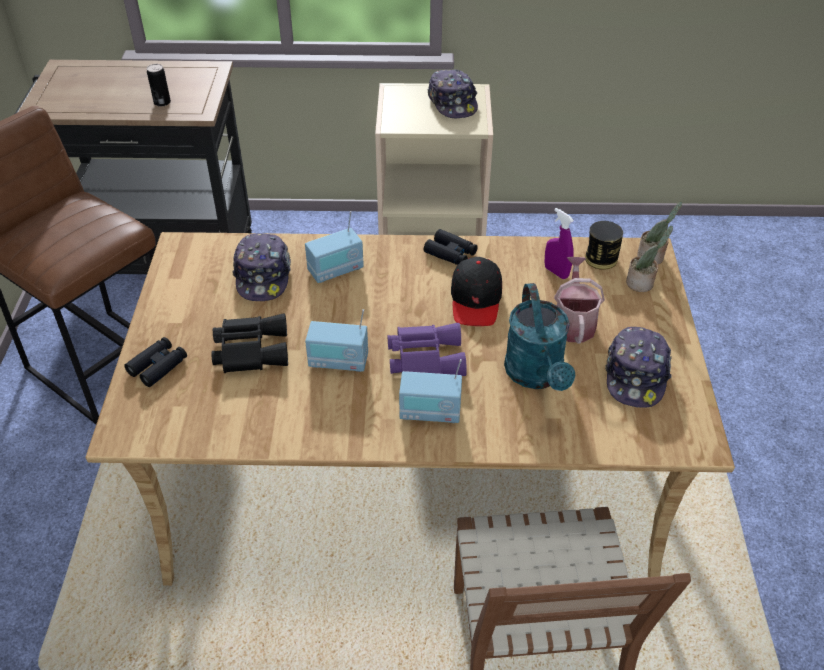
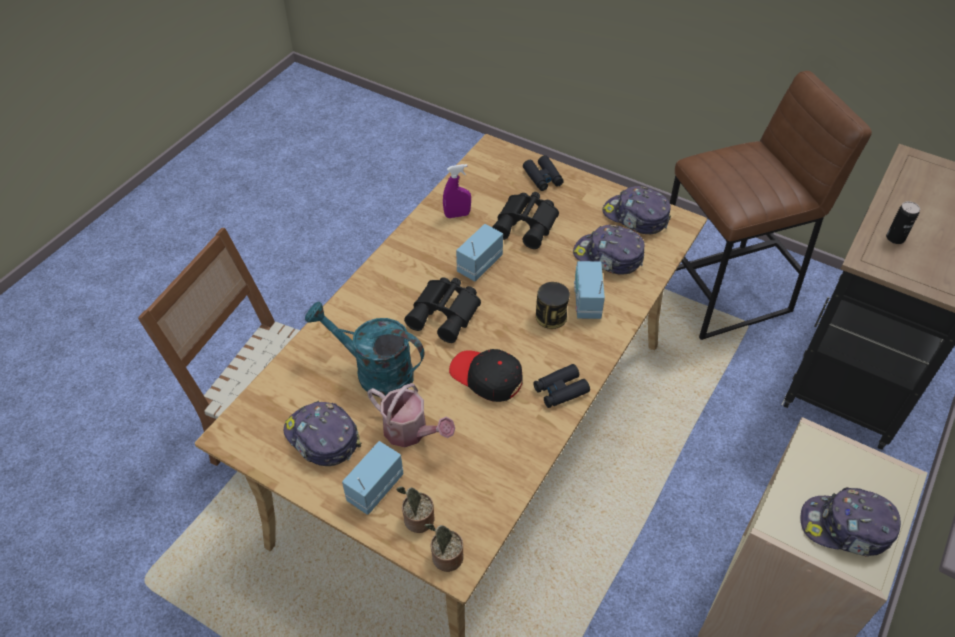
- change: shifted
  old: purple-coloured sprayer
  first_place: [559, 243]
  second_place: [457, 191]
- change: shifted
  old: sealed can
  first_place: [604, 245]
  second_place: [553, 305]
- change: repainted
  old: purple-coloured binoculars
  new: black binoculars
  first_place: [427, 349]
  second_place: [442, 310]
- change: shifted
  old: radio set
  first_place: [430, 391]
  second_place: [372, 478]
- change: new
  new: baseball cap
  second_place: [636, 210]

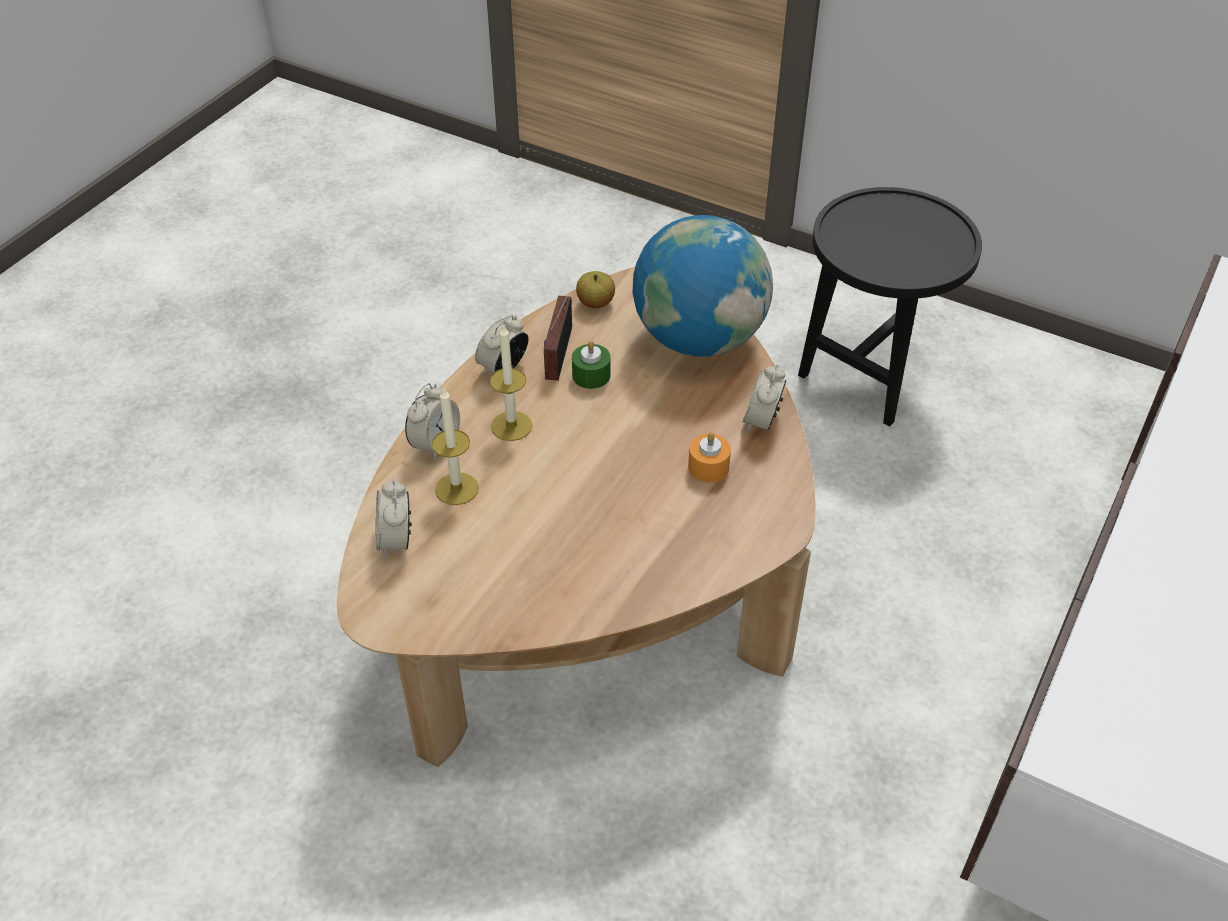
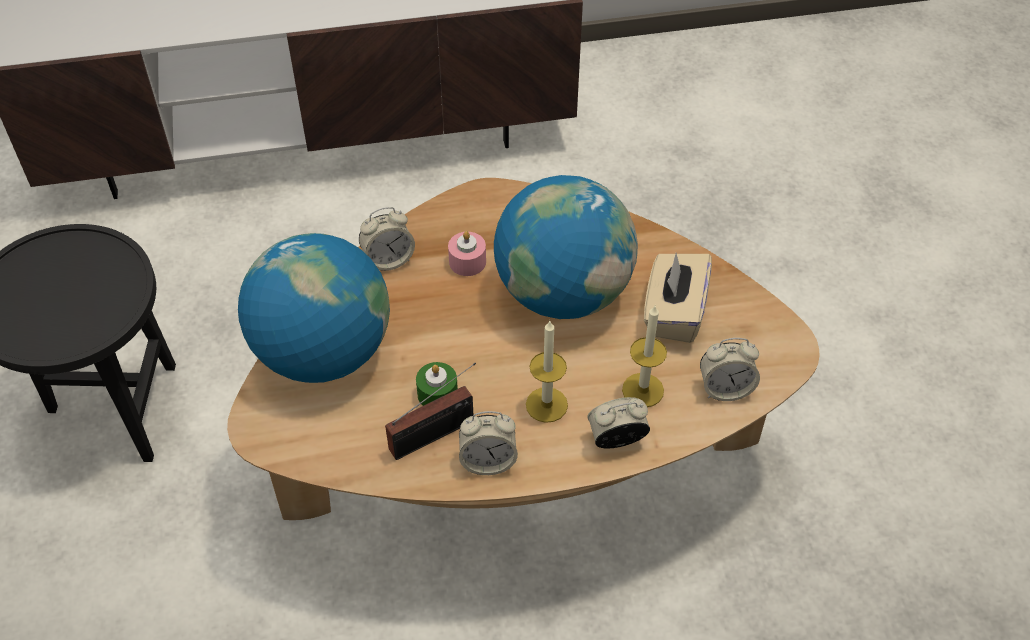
- change: gone
  old: apple
  first_place: [595, 289]
- change: repainted
  old: orangey wax light
  new: pink-coloured wax light
  first_place: [709, 457]
  second_place: [467, 253]
- change: rotated
  old: bedside clock
  first_place: [394, 518]
  second_place: [730, 369]
  degrees: 45
- change: new
  new: globe
  second_place: [566, 247]
- change: new
  new: sand-coloured box of tissues
  second_place: [678, 298]

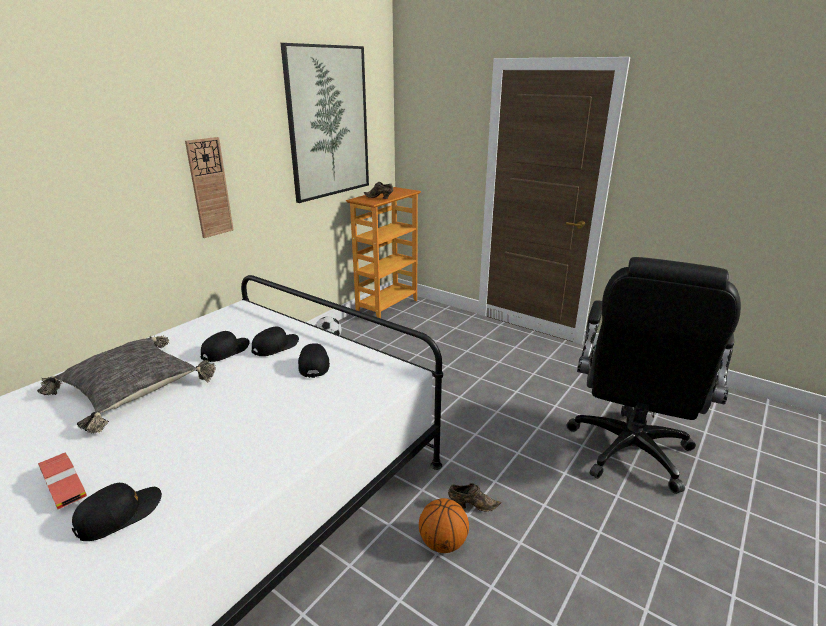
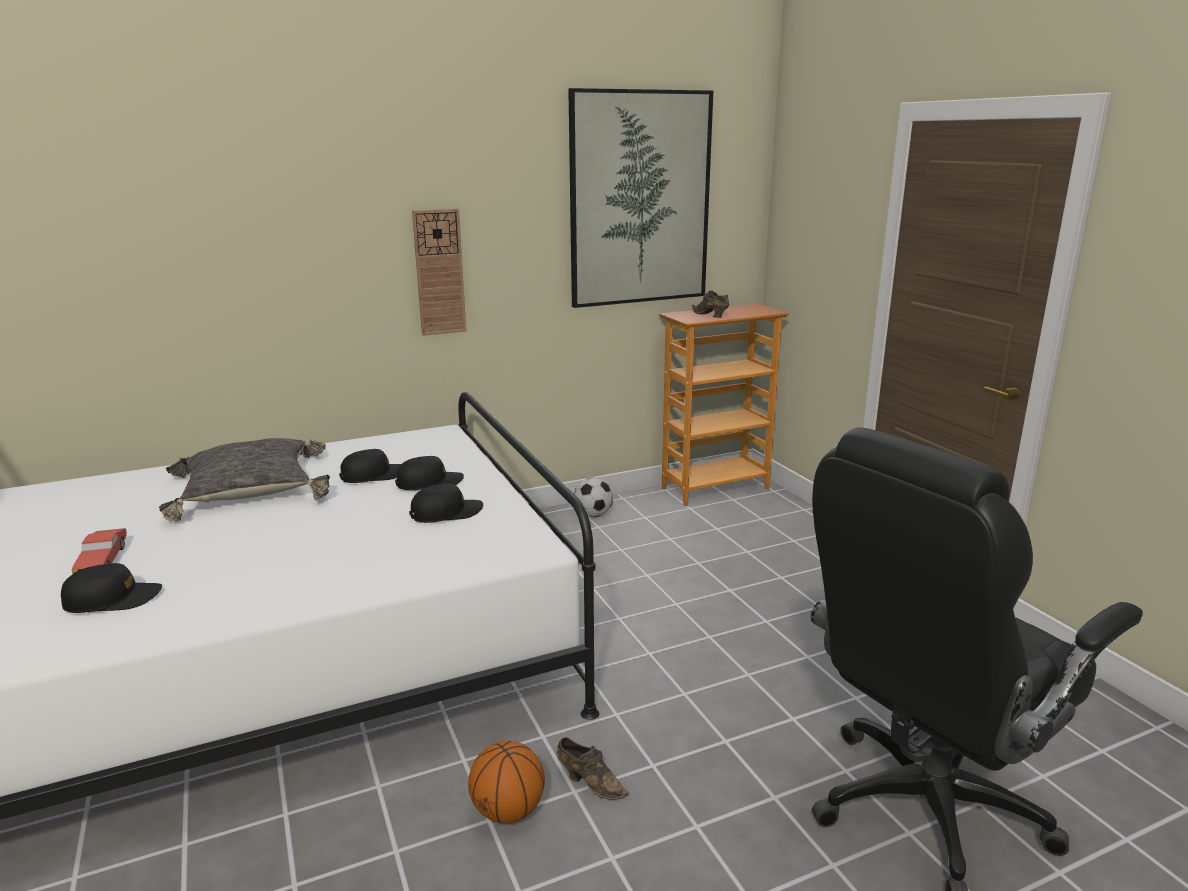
- change: rotated
  old: black baseball cap
  first_place: [314, 360]
  second_place: [446, 503]
  degrees: 45

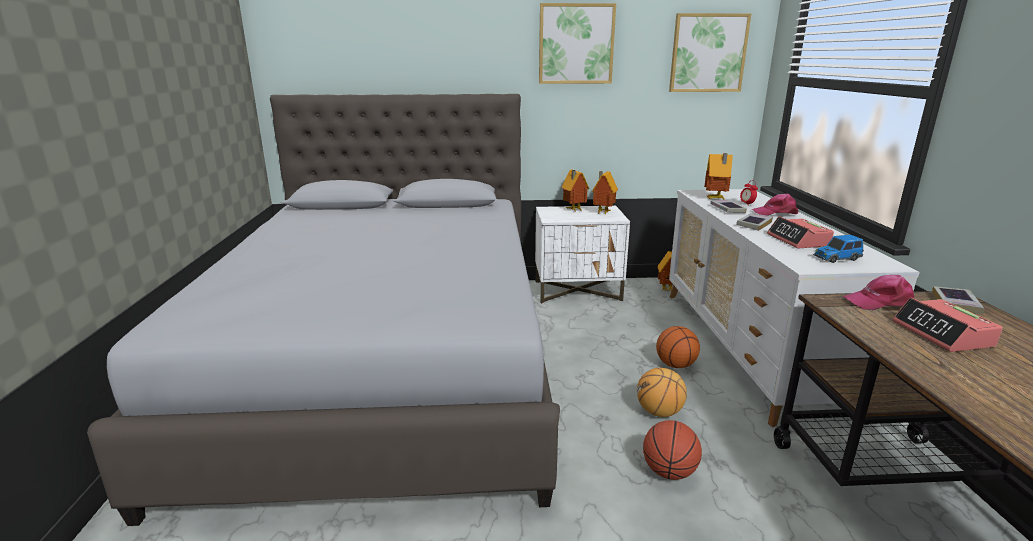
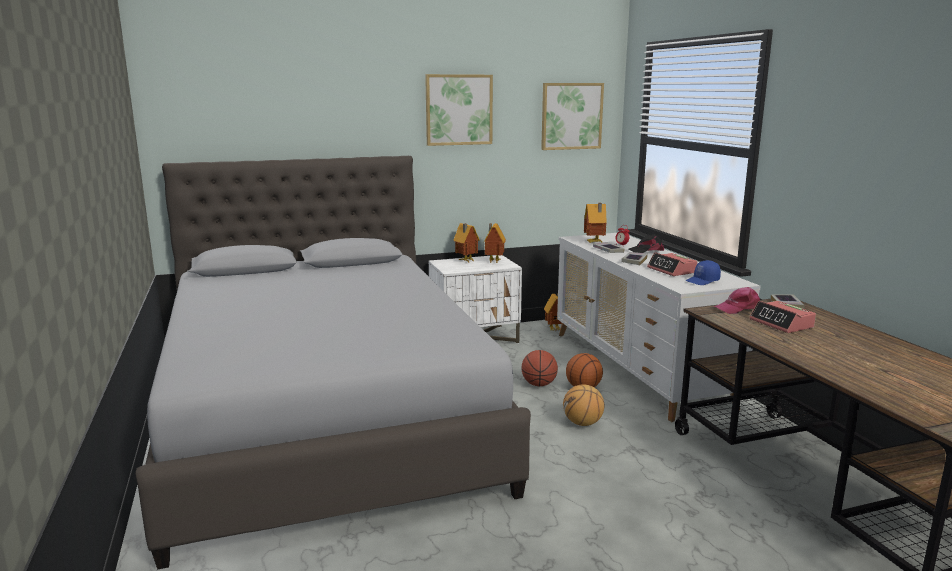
- change: repainted
  old: pink-coloured baseball cap
  new: black baseball cap
  first_place: [775, 204]
  second_place: [646, 243]
- change: swapped
  old: model car
  new: bluish baseball cap
  first_place: [838, 249]
  second_place: [703, 272]
- change: shifted
  old: basketball
  first_place: [672, 450]
  second_place: [539, 368]

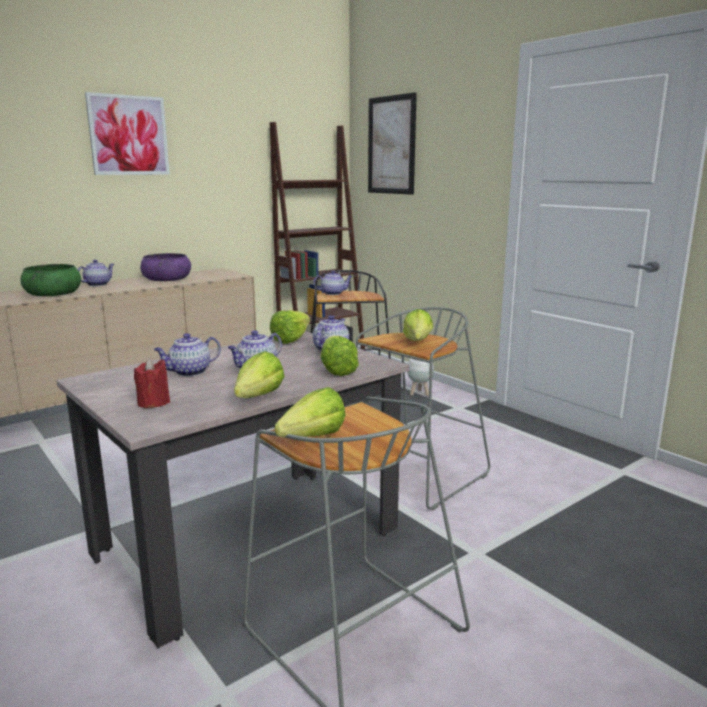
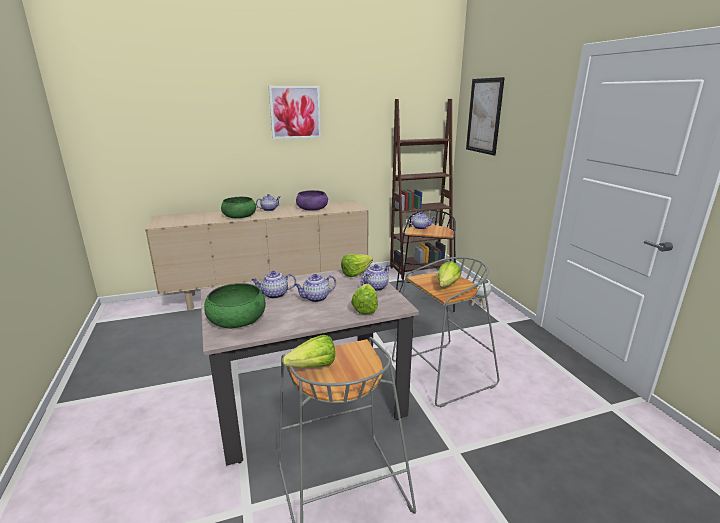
- change: gone
  old: lettuce
  first_place: [259, 374]
- change: swapped
  old: red wax light
  new: green deep dish
  first_place: [152, 383]
  second_place: [235, 306]

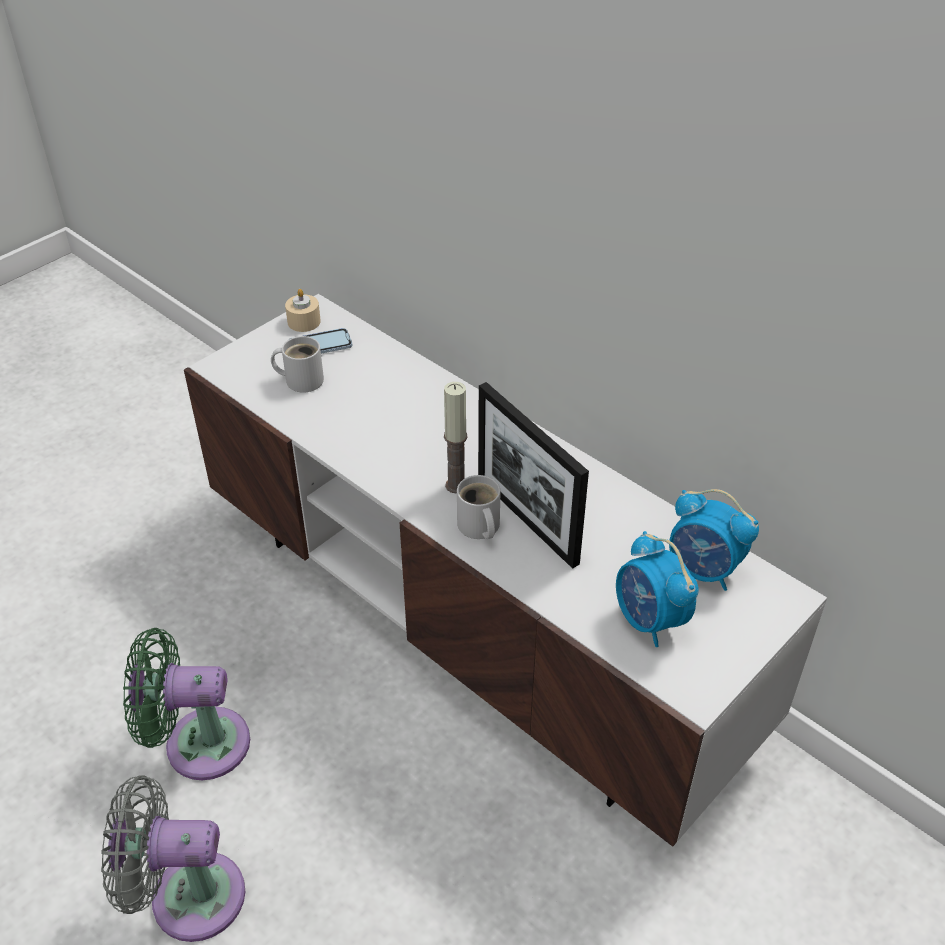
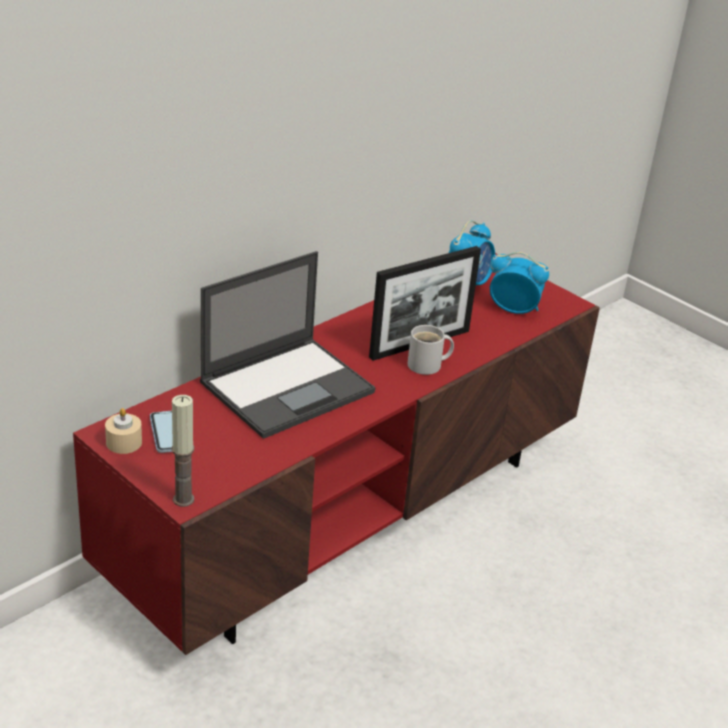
- change: repainted
  old: white-coloured media console
  new: red media console
  first_place: [505, 570]
  second_place: [336, 454]
- change: gone
  old: white-coloured coffee mug
  first_place: [297, 364]
- change: shifted
  old: wax light
  first_place: [455, 437]
  second_place: [182, 451]
- change: rotated
  old: bedside clock
  first_place: [657, 589]
  second_place: [519, 283]
  degrees: -135
- change: gone
  old: green electric fan
  first_place: [186, 704]
- change: gone
  old: grey electric fan
  first_place: [173, 858]
- change: new
  new: notebook computer
  second_place: [288, 345]

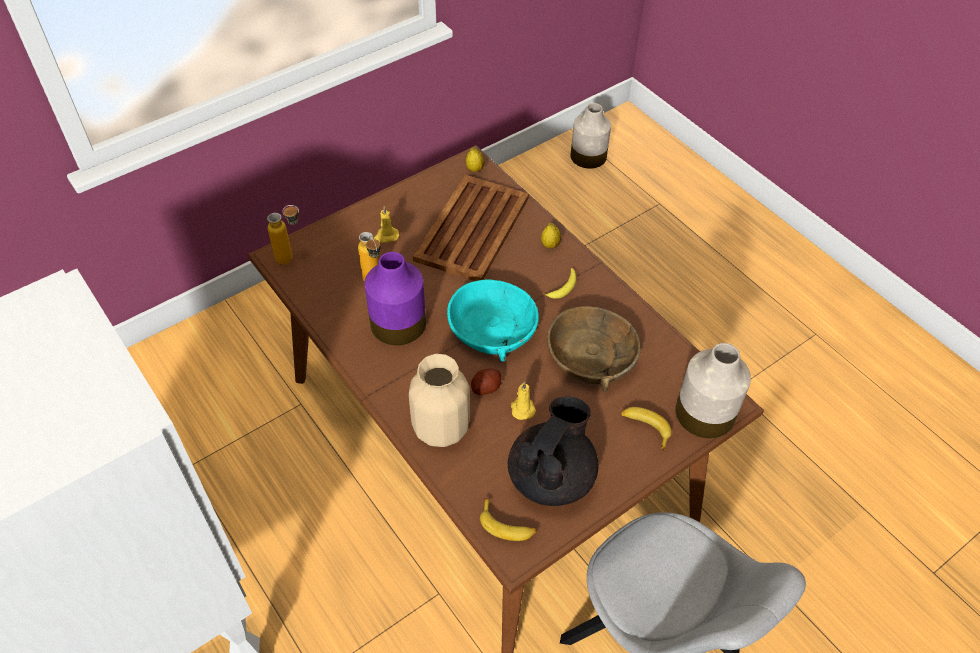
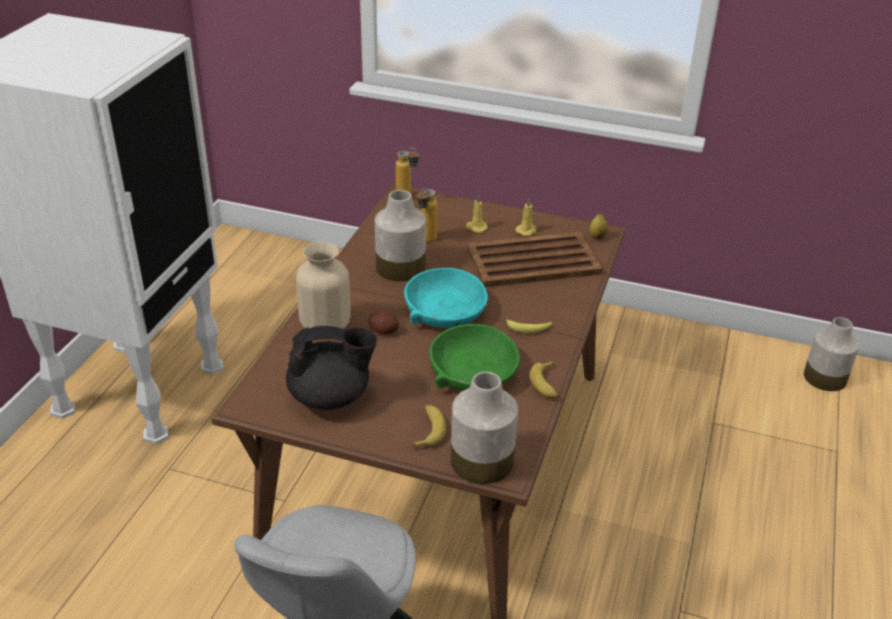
- change: gone
  old: lemon
  first_place: [551, 236]
- change: repainted
  old: purple-coloured decorative vase
  new: sand-coloured decorative vase
  first_place: [395, 298]
  second_place: [400, 235]
- change: repainted
  old: brown deep dish
  new: green deep dish
  first_place: [594, 349]
  second_place: [474, 357]
- change: shifted
  old: yellow-coloured wax light
  first_place: [523, 401]
  second_place: [526, 217]
- change: shifted
  old: banana
  first_place: [508, 519]
  second_place: [544, 379]

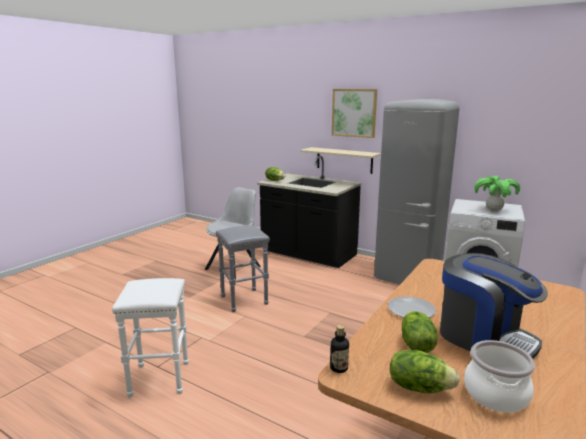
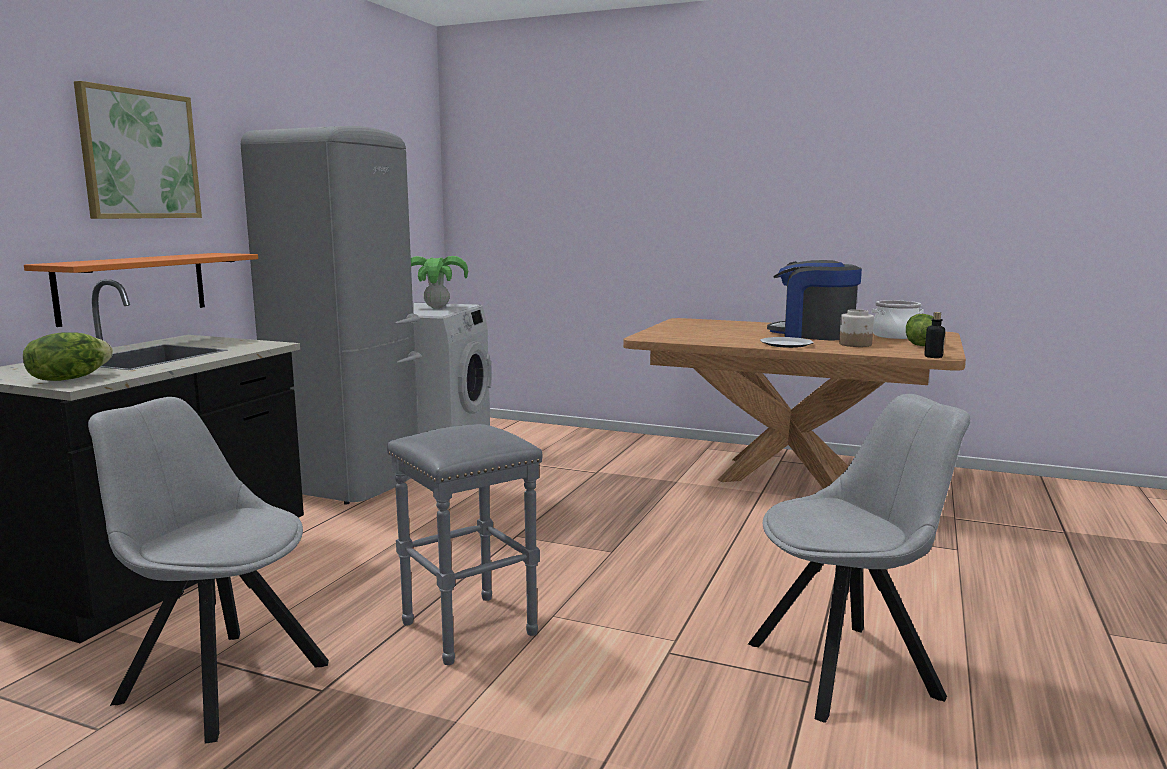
- change: repainted
  old: sand-coloured shelf
  new: orangey shelf
  first_place: [340, 160]
  second_place: [141, 290]
- change: rotated
  old: coffee machine
  first_place: [494, 305]
  second_place: [814, 300]
  degrees: -90
- change: swapped
  old: white-coloured stool
  new: grey upright chair
  first_place: [150, 338]
  second_place: [859, 558]
- change: swapped
  old: lettuce
  new: storage jar
  first_place: [420, 332]
  second_place: [856, 328]

